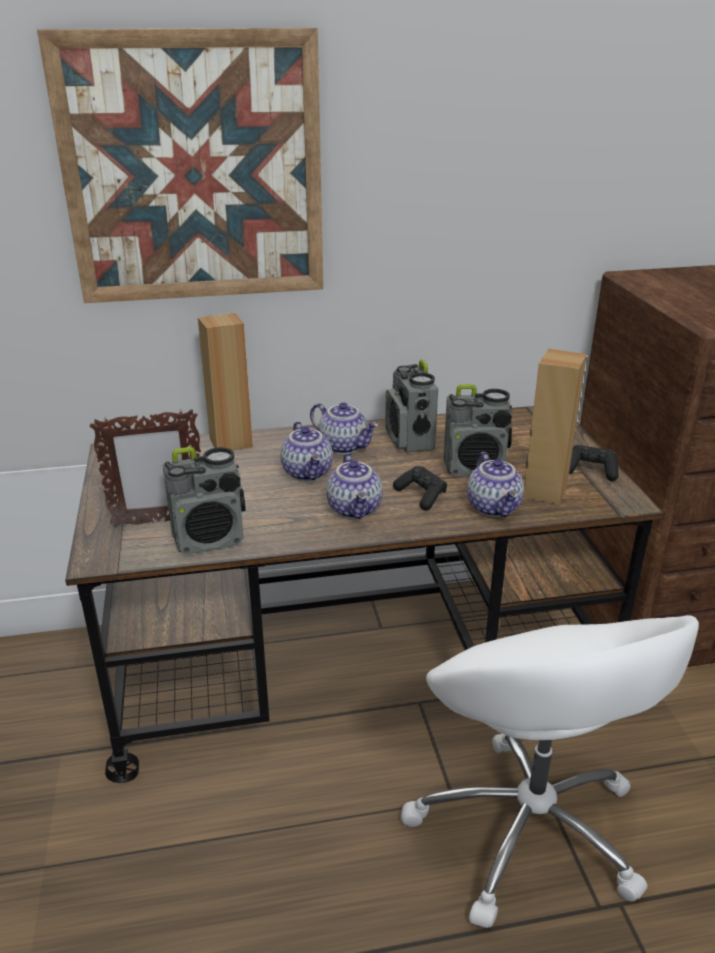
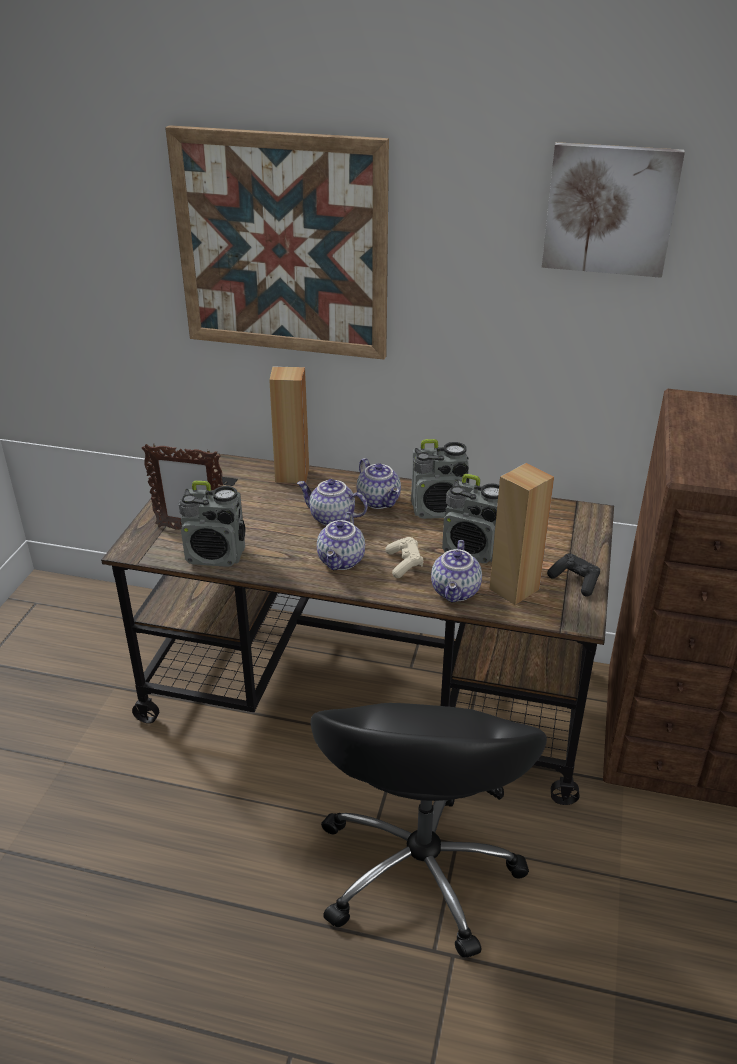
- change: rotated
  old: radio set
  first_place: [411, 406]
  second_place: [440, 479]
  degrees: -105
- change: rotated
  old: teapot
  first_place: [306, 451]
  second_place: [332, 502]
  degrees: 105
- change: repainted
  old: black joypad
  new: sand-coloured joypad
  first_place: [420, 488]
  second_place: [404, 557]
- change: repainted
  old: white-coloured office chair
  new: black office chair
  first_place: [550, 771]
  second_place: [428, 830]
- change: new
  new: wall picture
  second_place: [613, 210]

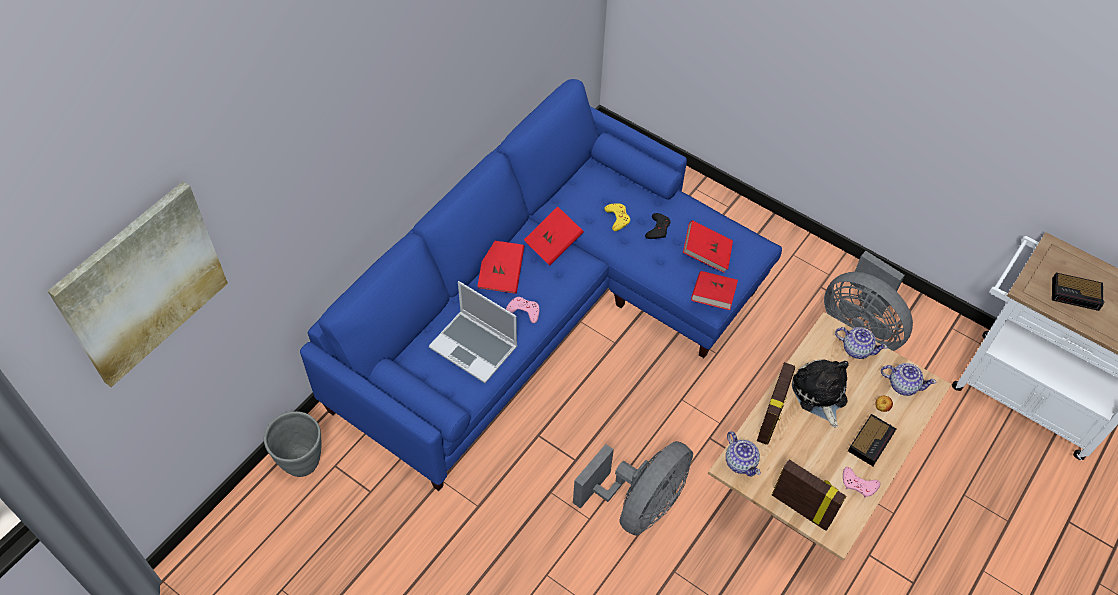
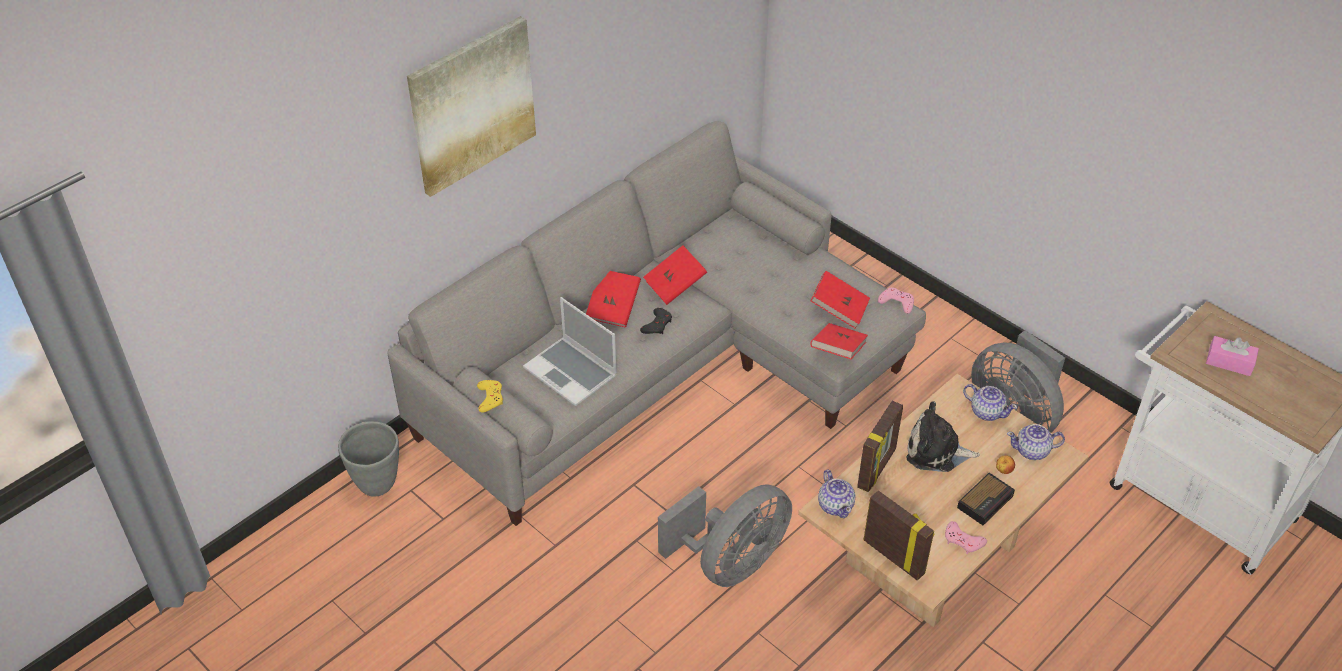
- change: repainted
  old: bluish couch
  new: grey couch
  first_place: [541, 285]
  second_place: [656, 323]
- change: shifted
  old: wall picture
  first_place: [138, 284]
  second_place: [471, 106]
- change: shifted
  old: yellow-coloured joypad
  first_place: [617, 217]
  second_place: [490, 396]
- change: shifted
  old: black joypad
  first_place: [658, 226]
  second_place: [656, 321]
- change: swapped
  old: bedside clock
  new: pink-coloured box of tissues
  first_place: [1078, 292]
  second_place: [1232, 356]
- change: shifted
  old: pink-coloured joypad
  first_place: [522, 310]
  second_place: [896, 300]
- change: rotated
  old: soft toy
  first_place: [820, 393]
  second_place: [943, 436]
  degrees: -75
- change: rotated
  old: teapot
  first_place: [908, 379]
  second_place: [1036, 442]
  degrees: 150

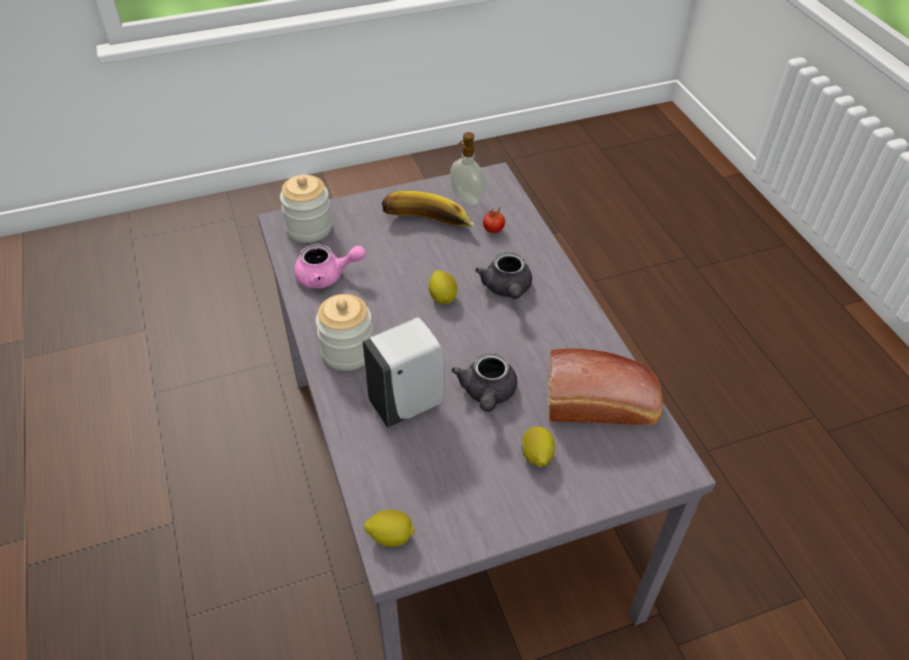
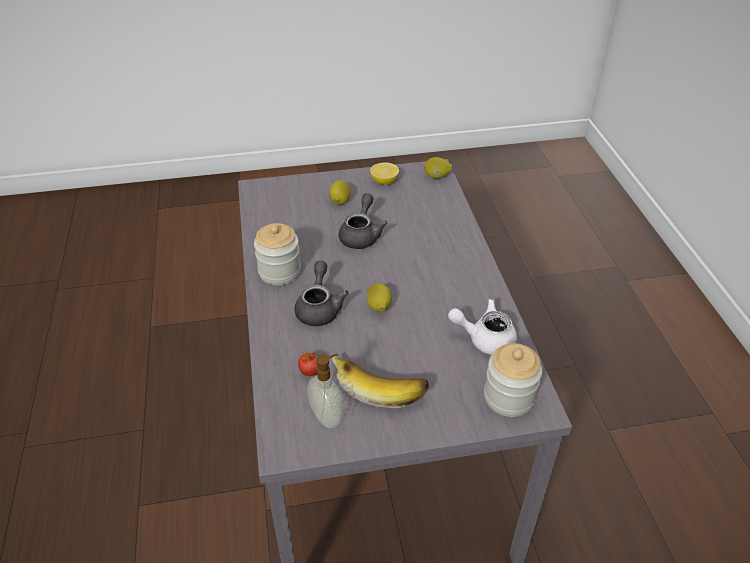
- change: repainted
  old: pink-coloured teapot
  new: white-coloured teapot
  first_place: [330, 266]
  second_place: [482, 327]
- change: shifted
  old: storage jar
  first_place: [344, 332]
  second_place: [277, 254]
- change: gone
  old: white-coloured liquid soap bottle
  first_place: [404, 372]
- change: gone
  old: bakery bread
  first_place: [605, 387]
- change: new
  new: lemon
  second_place: [384, 174]

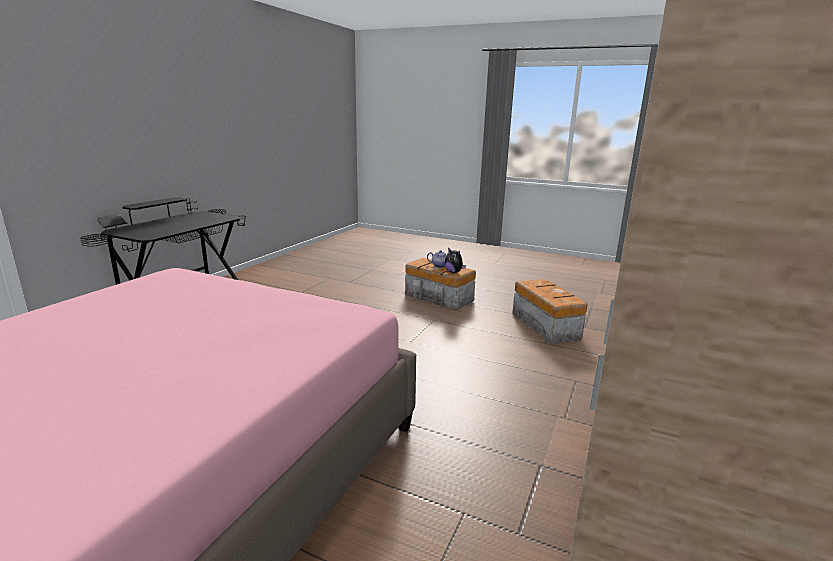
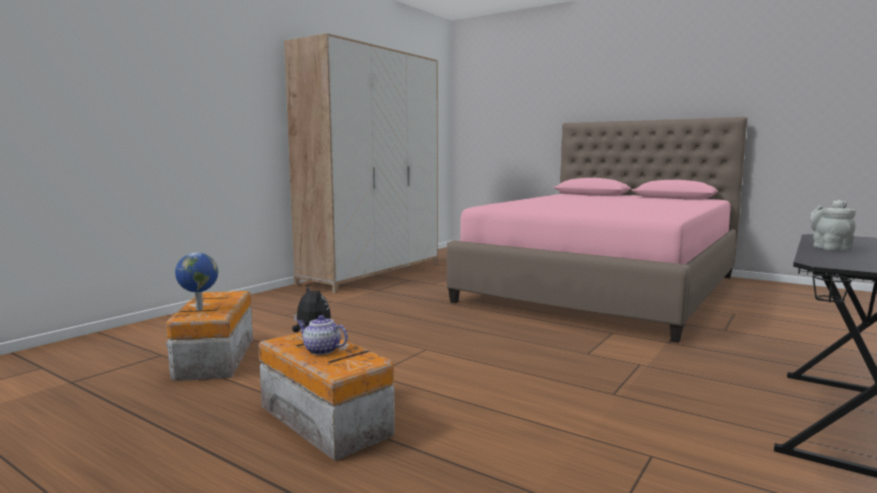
- change: new
  new: grey teapot
  second_place: [833, 225]
- change: new
  new: globe
  second_place: [196, 281]

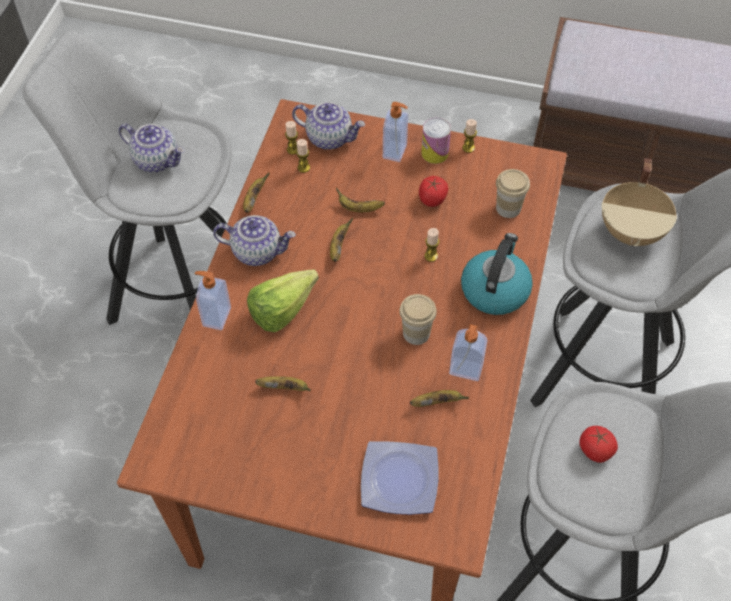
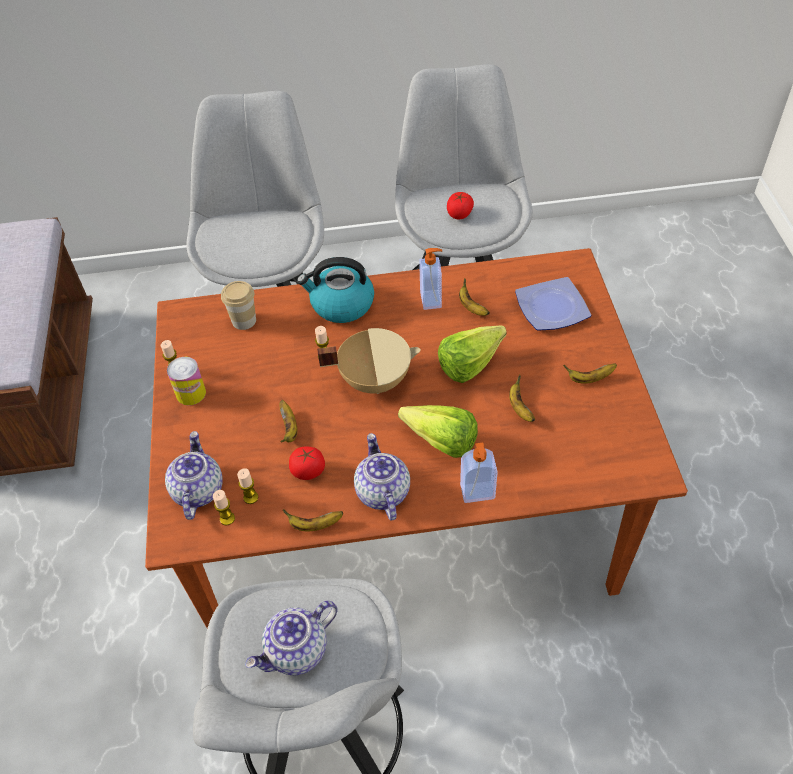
- change: gone
  old: liquid soap bottle
  first_place: [395, 132]
- change: rotated
  old: teapot
  first_place: [152, 148]
  second_place: [291, 638]
  degrees: -135
- change: shifted
  old: sand-coloured stockpot
  first_place: [639, 202]
  second_place: [369, 361]
- change: shifted
  old: whole tomato
  first_place: [433, 191]
  second_place: [307, 463]
- change: shifted
  old: banana
  first_place: [341, 240]
  second_place: [590, 373]
- change: gone
  old: cup
  first_place: [418, 319]
- change: new
  new: lettuce
  second_place: [472, 354]

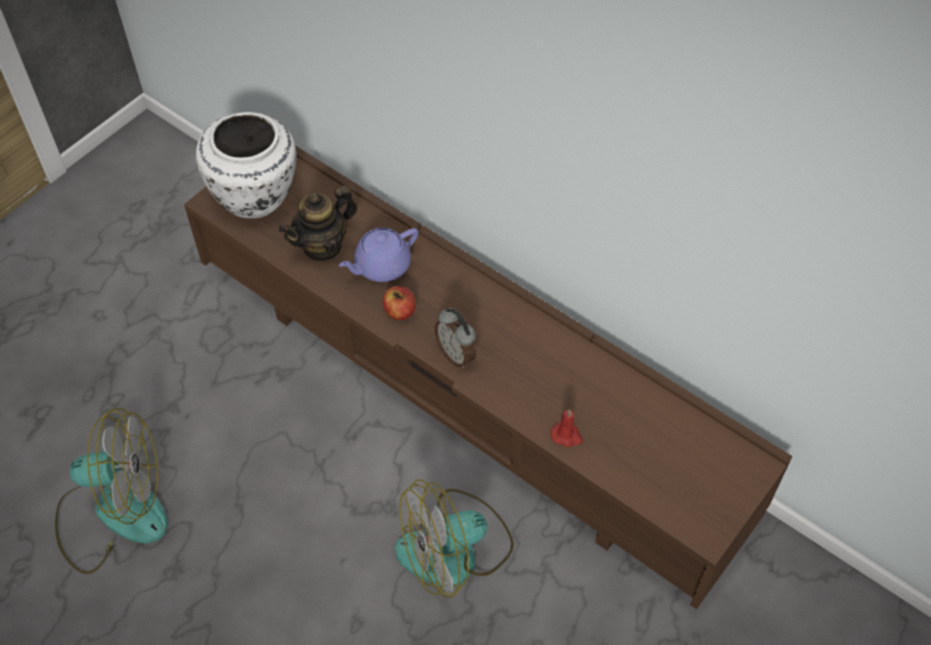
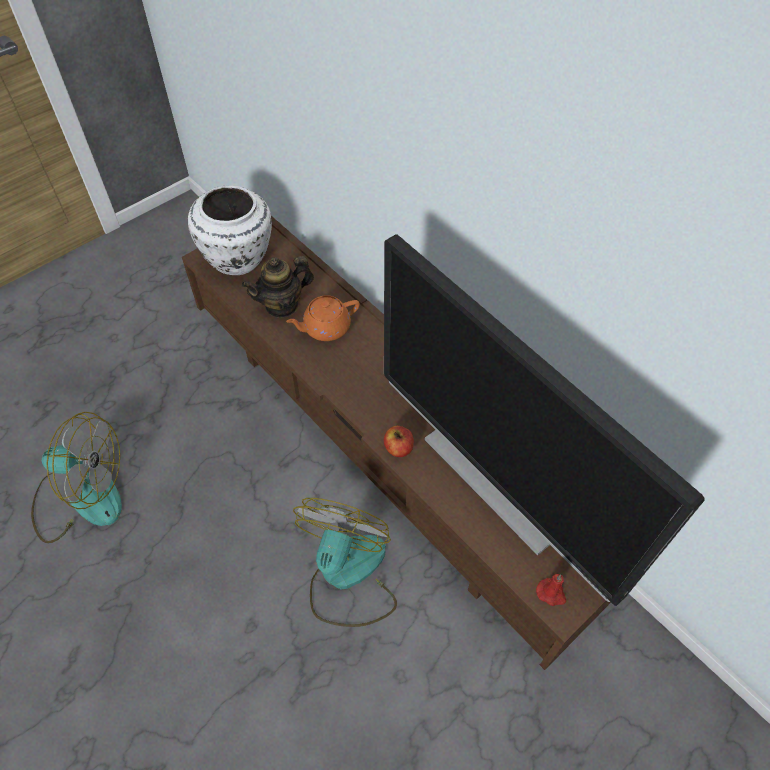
- change: repainted
  old: purple-coloured teapot
  new: orangey teapot
  first_place: [378, 255]
  second_place: [323, 318]
- change: shifted
  old: apple
  first_place: [399, 303]
  second_place: [399, 441]
- change: gone
  old: bedside clock
  first_place: [455, 338]
- change: shifted
  old: red wax light
  first_place: [567, 427]
  second_place: [551, 590]
- change: rotated
  old: electric fan
  first_place: [454, 539]
  second_place: [345, 562]
  degrees: 120
- change: new
  new: television
  second_place: [544, 420]

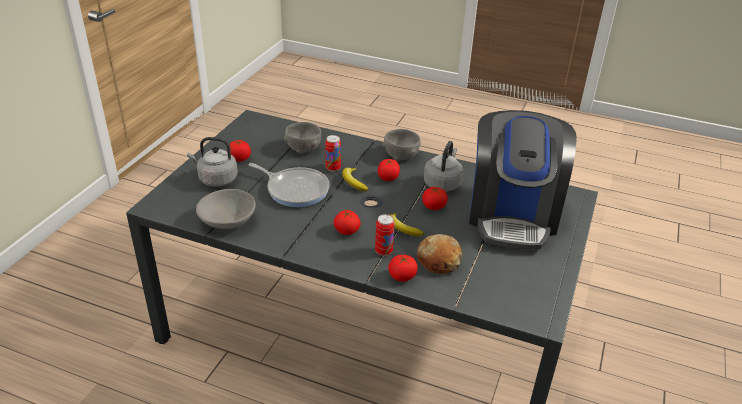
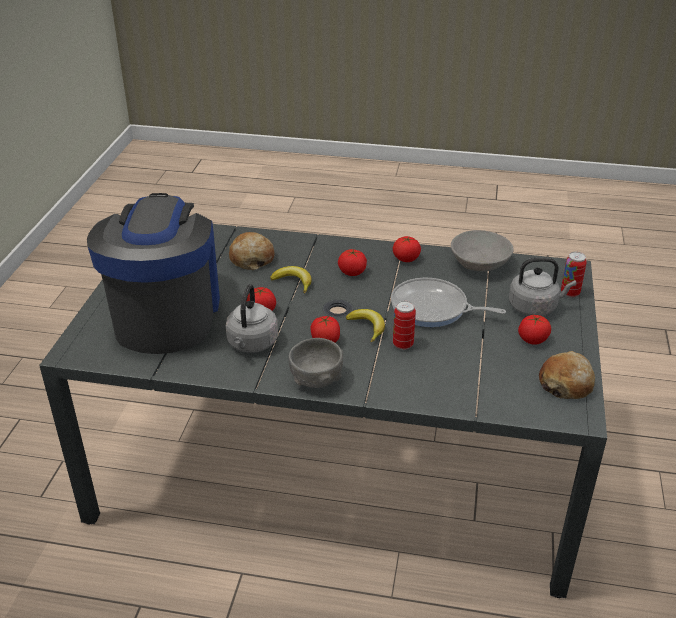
- change: gone
  old: grey deep dish
  first_place: [302, 138]
- change: shifted
  old: sealed can
  first_place: [385, 235]
  second_place: [574, 274]
- change: shifted
  old: whole tomato
  first_place: [403, 268]
  second_place: [407, 249]
- change: new
  new: bakery bread
  second_place: [567, 375]

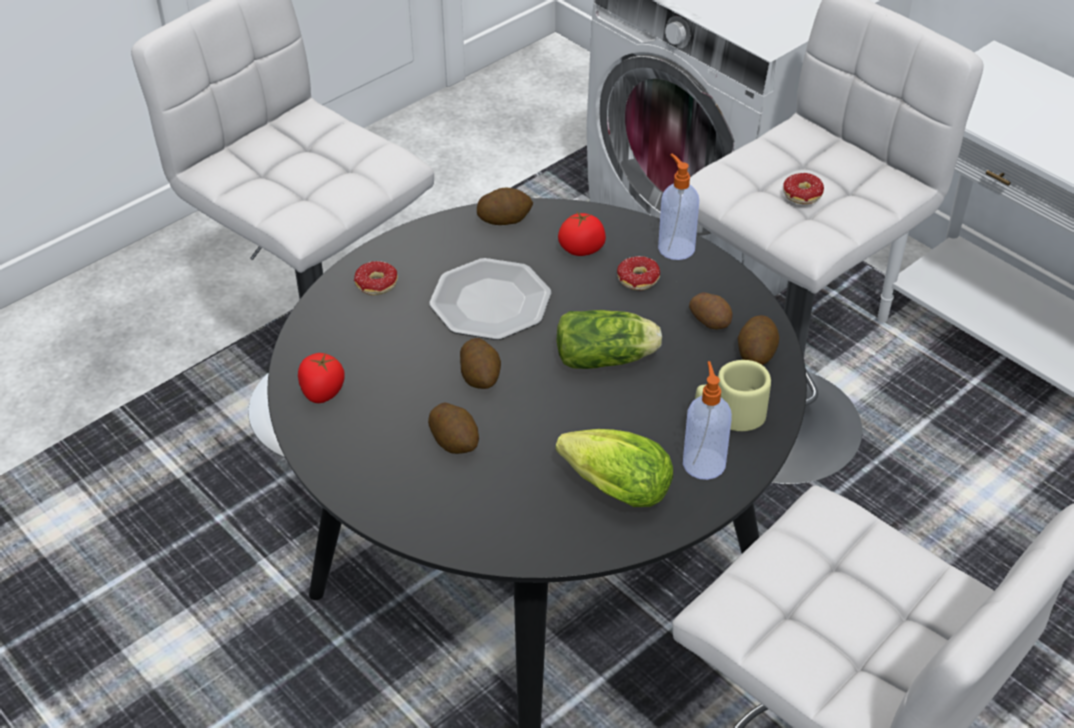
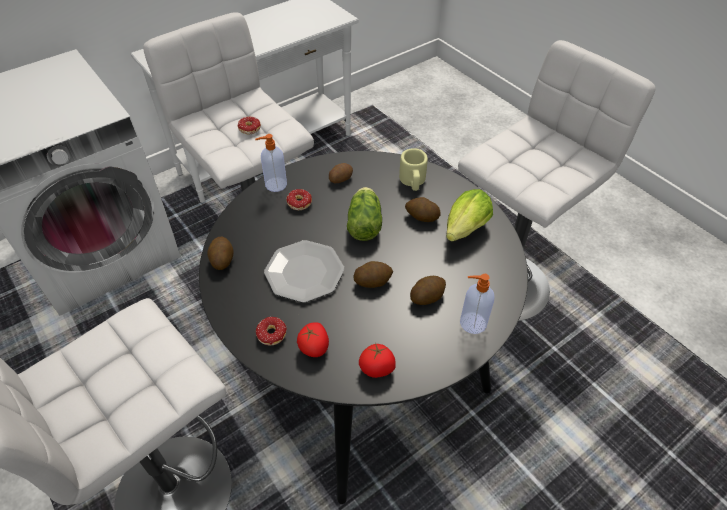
- change: shifted
  old: whole tomato
  first_place: [582, 233]
  second_place: [313, 339]
- change: shifted
  old: spud
  first_place: [758, 340]
  second_place: [423, 209]
- change: shifted
  old: liquid soap bottle
  first_place: [707, 420]
  second_place: [477, 304]

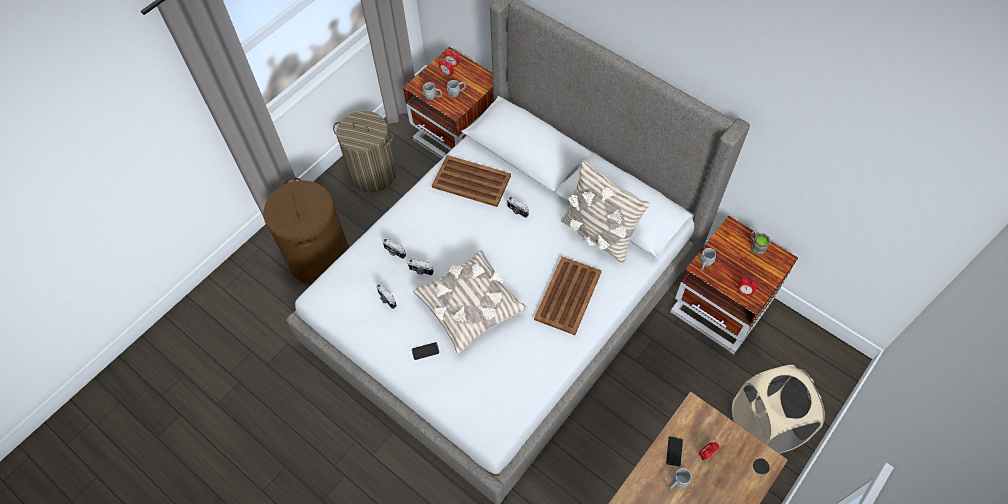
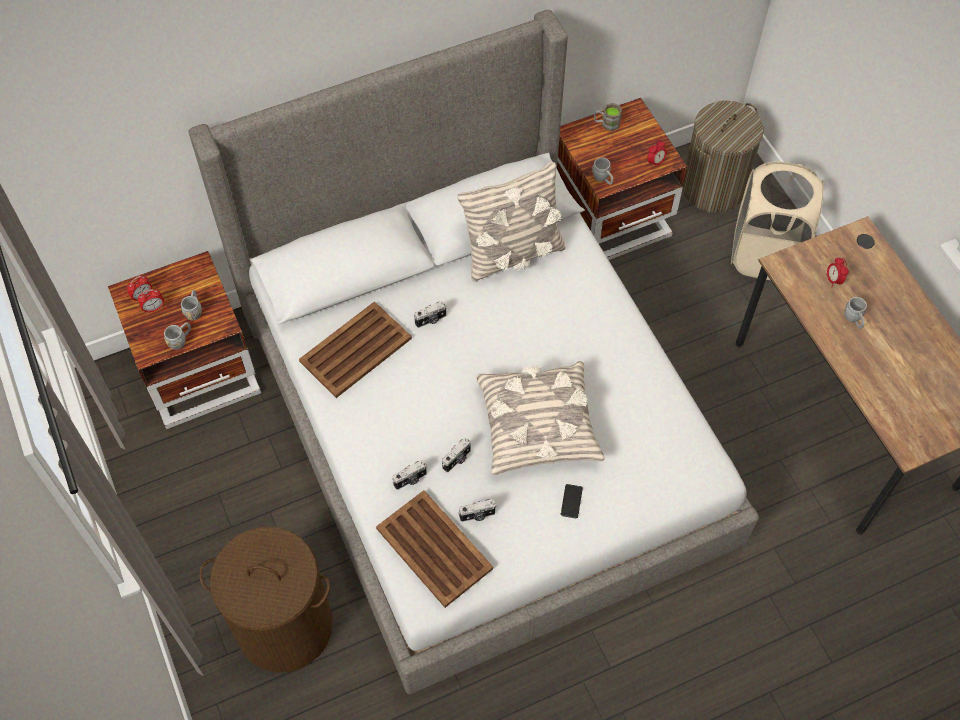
- change: shifted
  old: hamper
  first_place: [365, 152]
  second_place: [722, 157]
- change: shifted
  old: brown tray
  first_place: [568, 296]
  second_place: [434, 549]
- change: gone
  old: telephone
  first_place: [674, 451]

